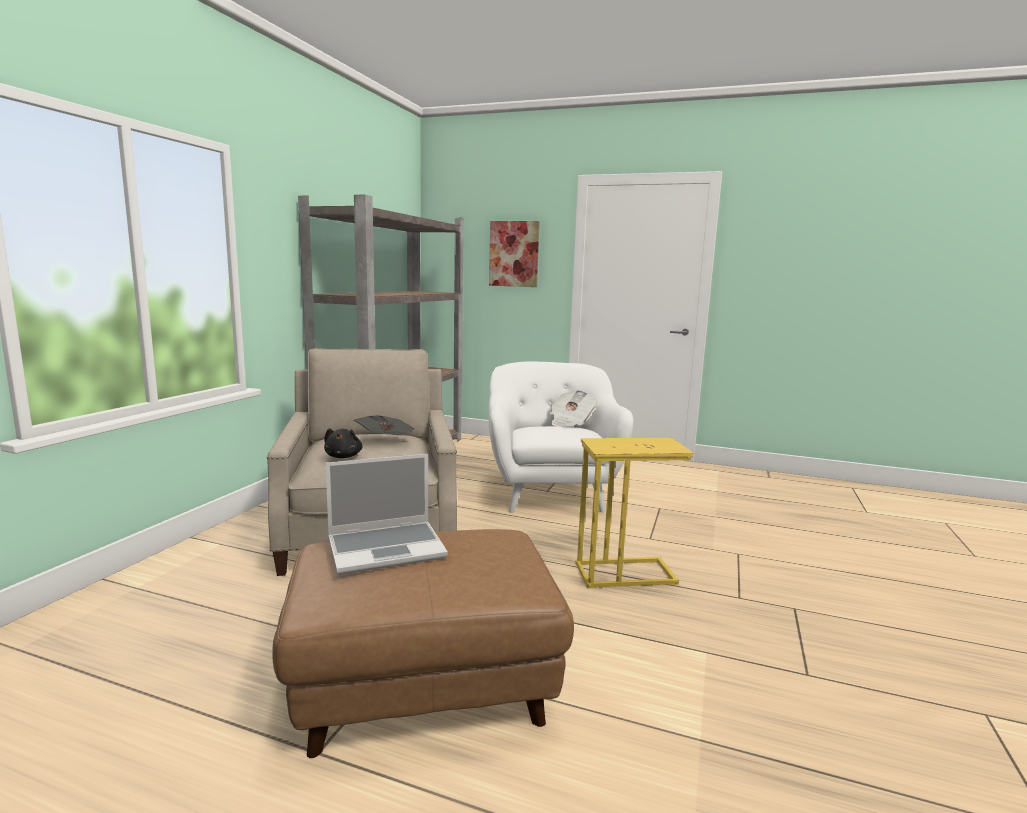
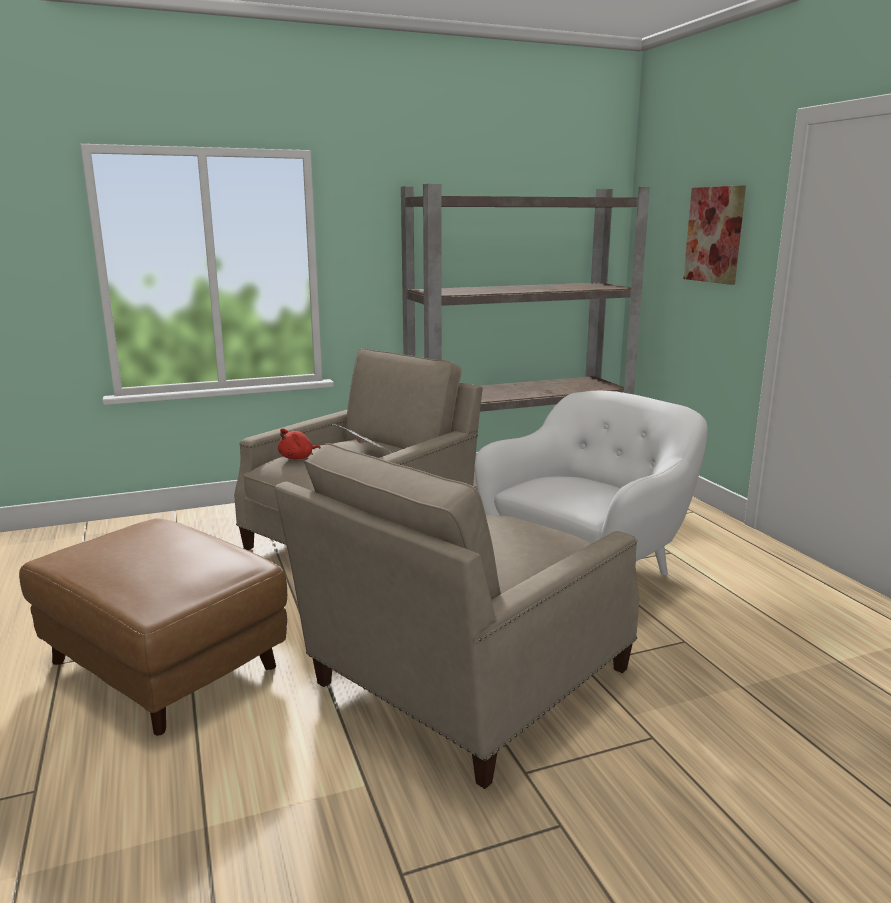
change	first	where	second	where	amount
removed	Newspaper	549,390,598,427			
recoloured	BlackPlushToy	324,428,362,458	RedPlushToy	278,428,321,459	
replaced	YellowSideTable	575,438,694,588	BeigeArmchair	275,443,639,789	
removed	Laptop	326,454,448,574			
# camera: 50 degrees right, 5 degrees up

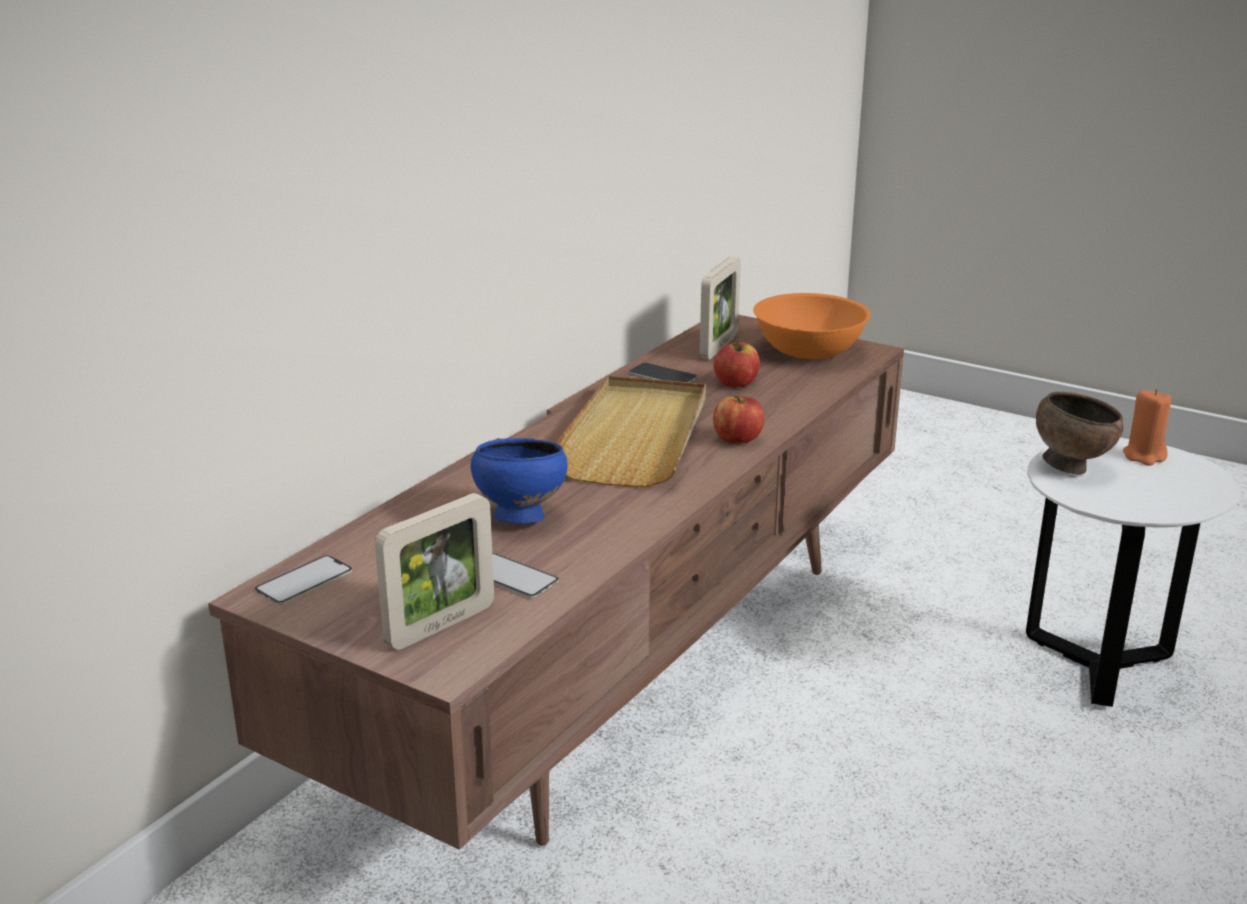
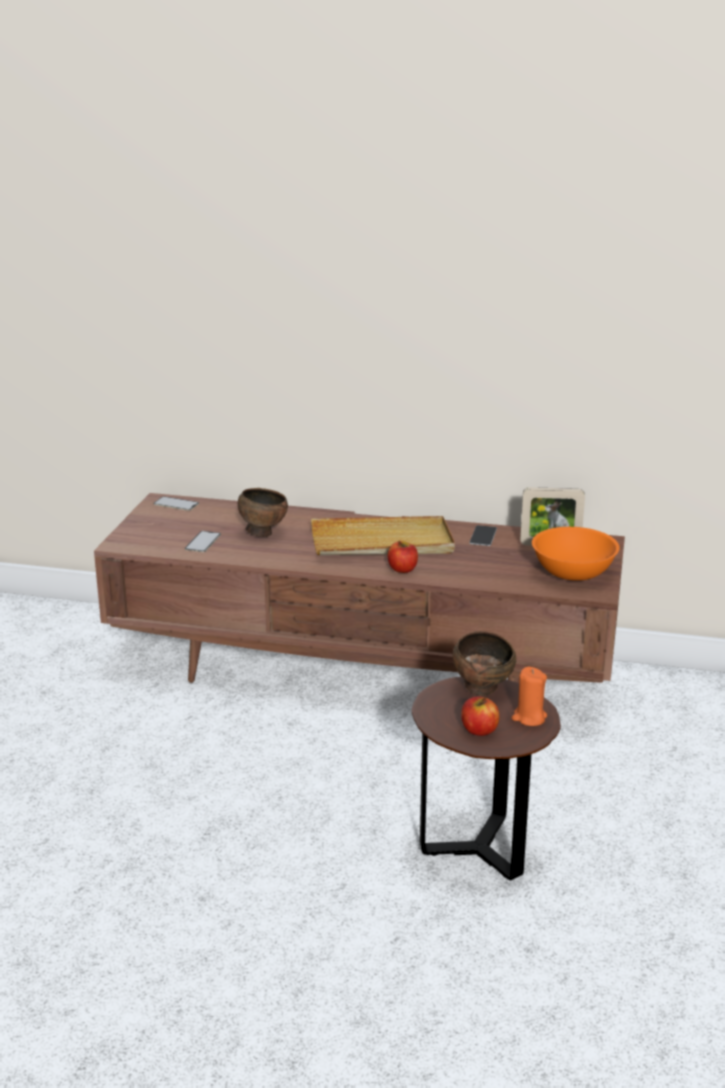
change	first	where	second	where	amount
moved	Apple	714,340,760,387		461,697,499,736	
recoloured	BlueBowl	470,438,568,524	BrownBowl	238,488,288,537	
recoloured	WhiteSideTable	1026,439,1240,707	BrownSideTable	412,676,561,880	
removed	PictureFrame	375,493,494,650			
# camera: 70 degrees right, 0 degrees up

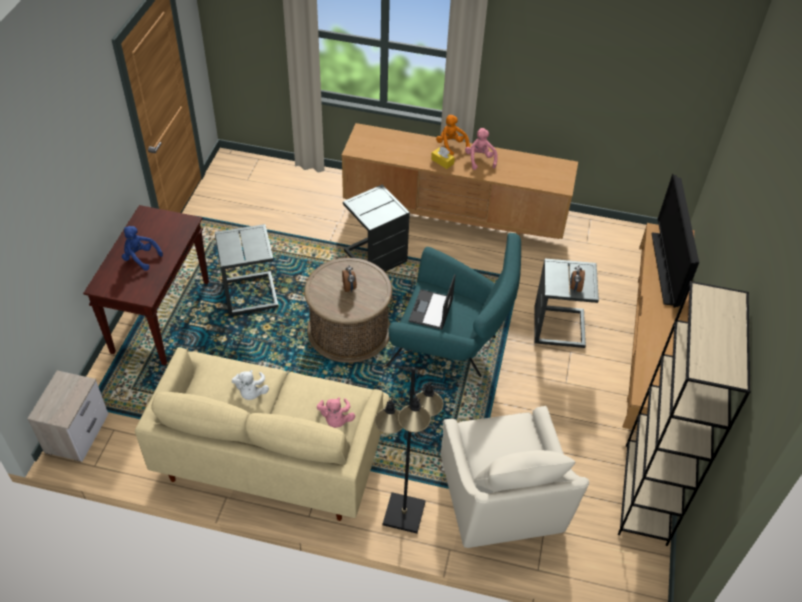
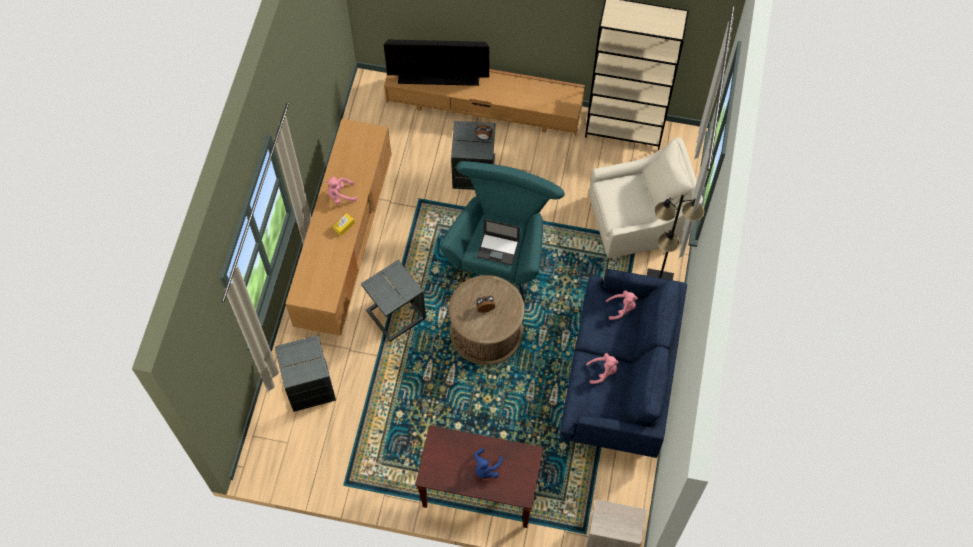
change	first	where	second	where	amount
removed	OrangePlushToy	436,115,470,156			
moved	GreySideTable	215,224,279,316		275,335,336,412	
recoloured	BeigeSofa	135,347,389,521	BlueSofa	560,269,687,458	
recoloured	WhitePlushToy	232,370,269,400	PinkPlushToy	586,353,619,384	
# camera: 90 degrees left, 15 degrees up

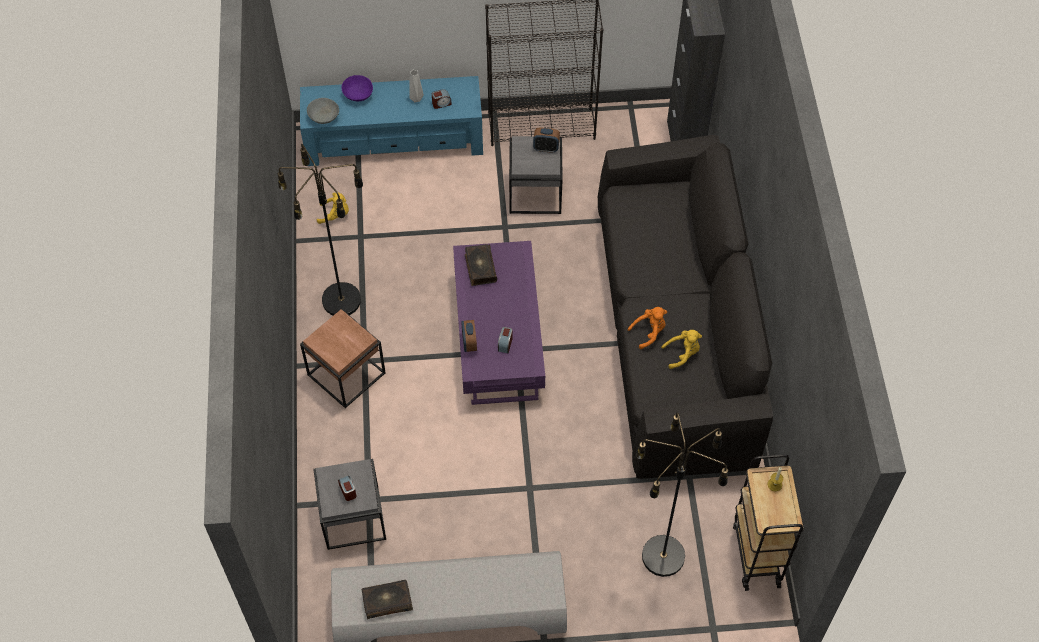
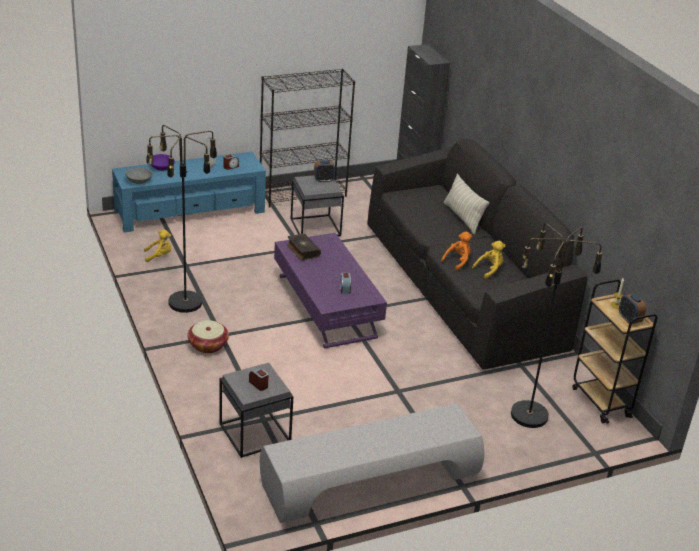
change	first	where	second	where	amount
replaced	BrownSideTable	300,309,386,408	Basket	187,320,229,353	
moved	AlarmClock	461,320,477,352		619,294,646,324	
removed	Book	362,580,413,619			
added			Pillow	444,174,489,234	
# camera: 20 degrees left, 25 degrees down

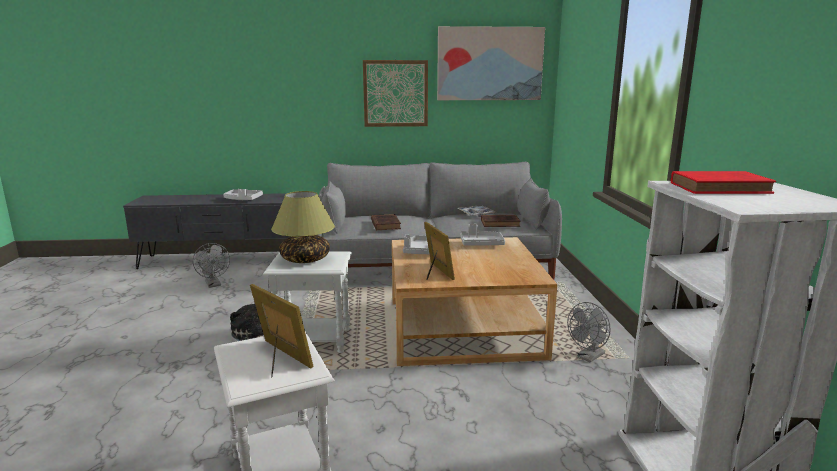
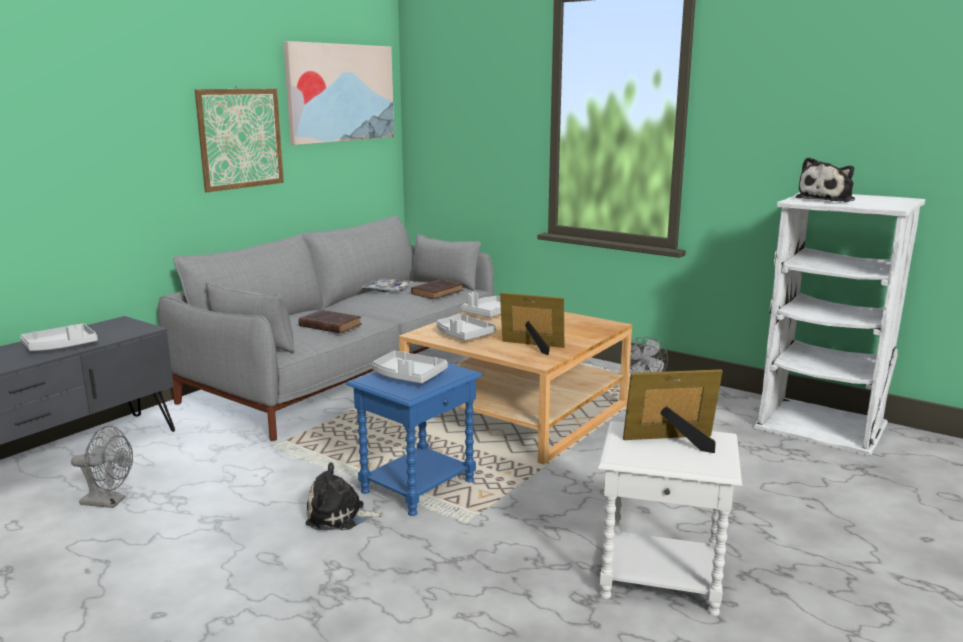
change	first	where	second	where	amount
replaced	RedBook	671,171,776,194	PlushToy	796,157,855,202	
replaced	TableLamp	271,191,335,263	GreyTray	372,351,448,383	
recoloured	WhiteSideTable	263,251,352,353	BlueSideTable	346,363,483,516	
# camera: 50 degrees left, 0 degrees up

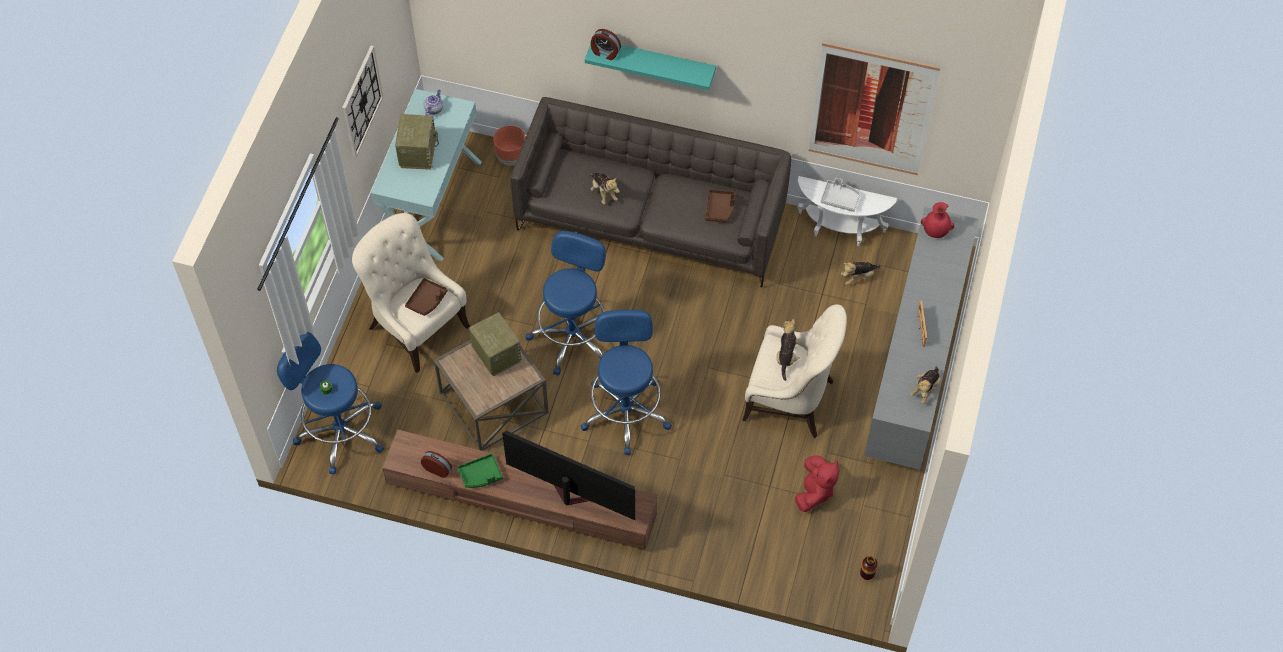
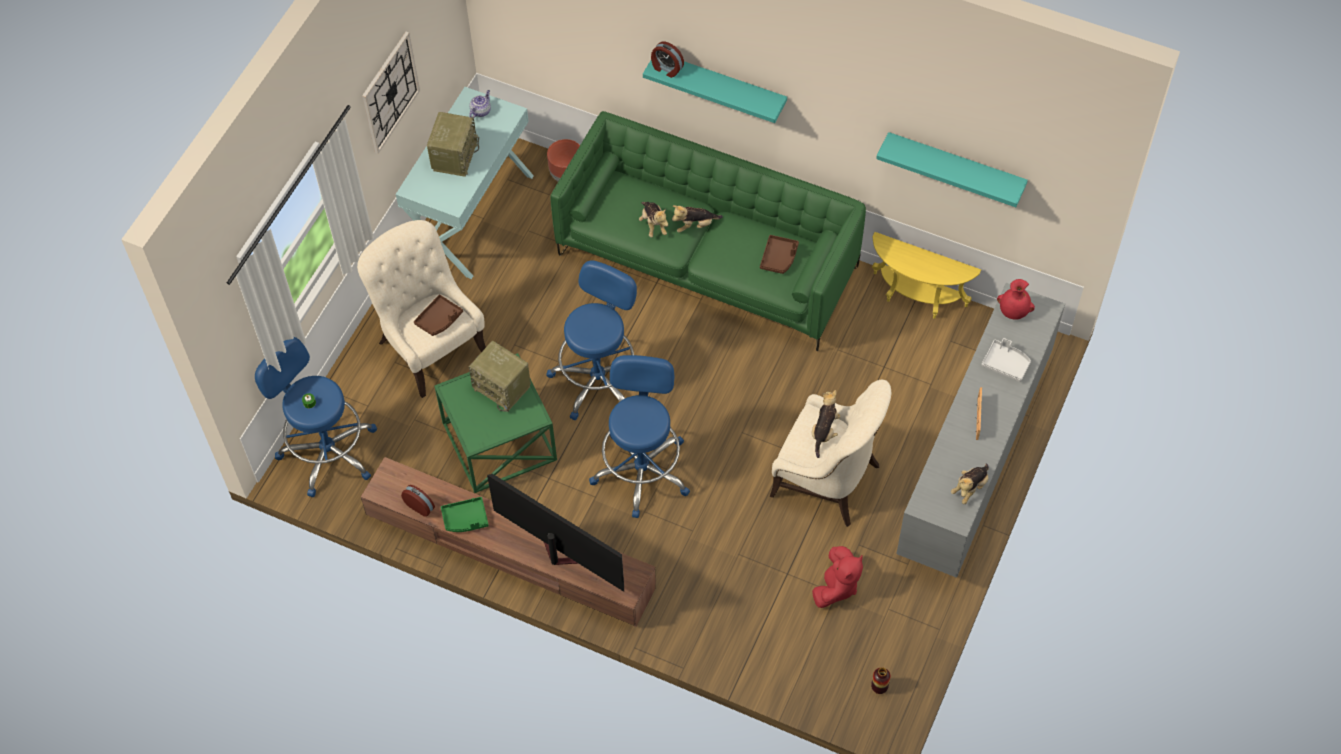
change	first	where	second	where	amount
replaced	Picture	809,42,941,175	TurquoiseShelf	876,132,1028,207	
recoloured	GreySofa	510,97,791,288	GreenSofa	550,111,866,351	
recoloured	WhiteSideTable	797,176,897,246	YellowSideTable	872,232,981,319	
moved	GreyTray	820,178,860,212		982,338,1031,382	
moved	PlushToy	841,262,880,285		672,205,723,233	
turned	Radio	469,312,521,377		469,341,531,412	150 degrees clockwise
recoloured	BrownSideTable	434,340,549,451	GreenSideTable	434,353,557,493	
# camera: 10 degrees right, 0 degrees up

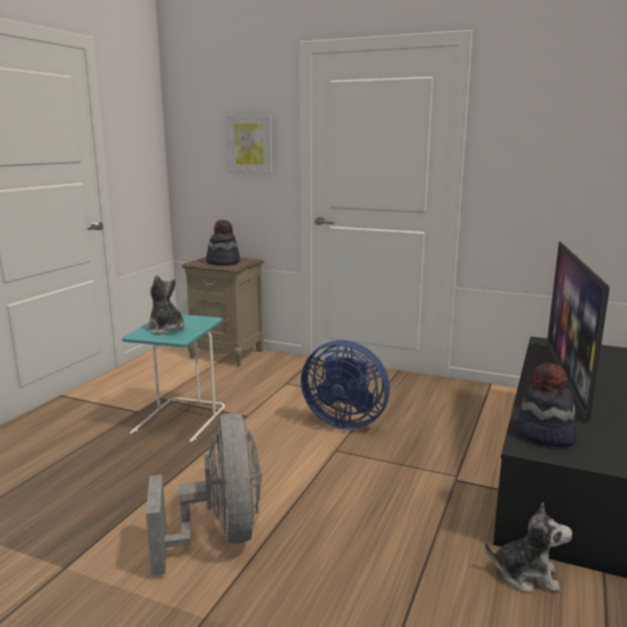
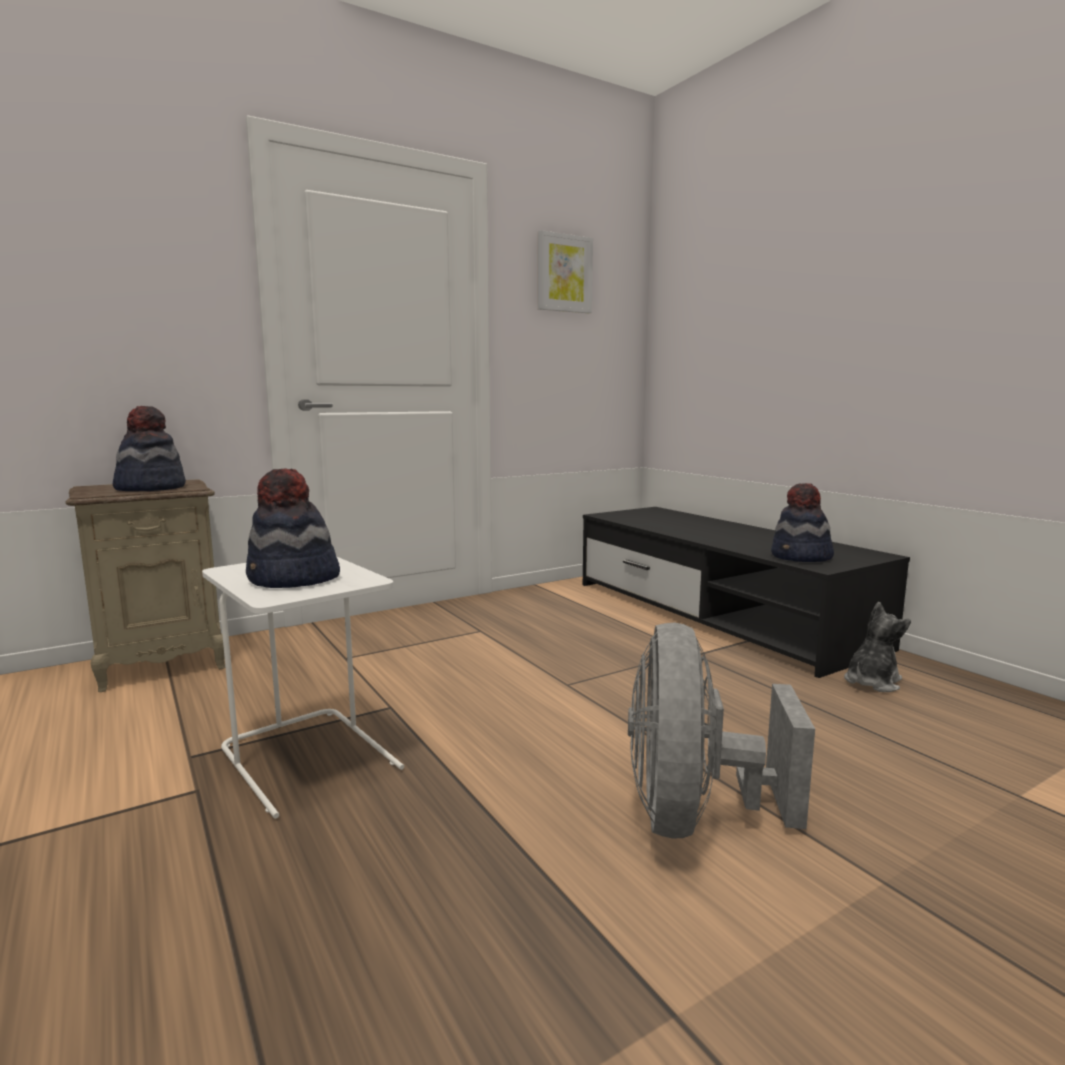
change	first	where	second	where	amount
moved	Picture	227,115,273,173		538,230,593,313	
removed	Television	547,241,610,423			
replaced	PlushToy	145,275,185,335	Hat	246,468,340,588	
recoloured	TurquoiseSideTable	122,315,225,443	WhiteSideTable	202,556,404,819	
removed	BlueFan	301,340,390,429			
turned	GreyFan	146,413,262,576		628,623,815,839	105 degrees counterclockwise
# camera: 55 degrees left, 5 degrees down

